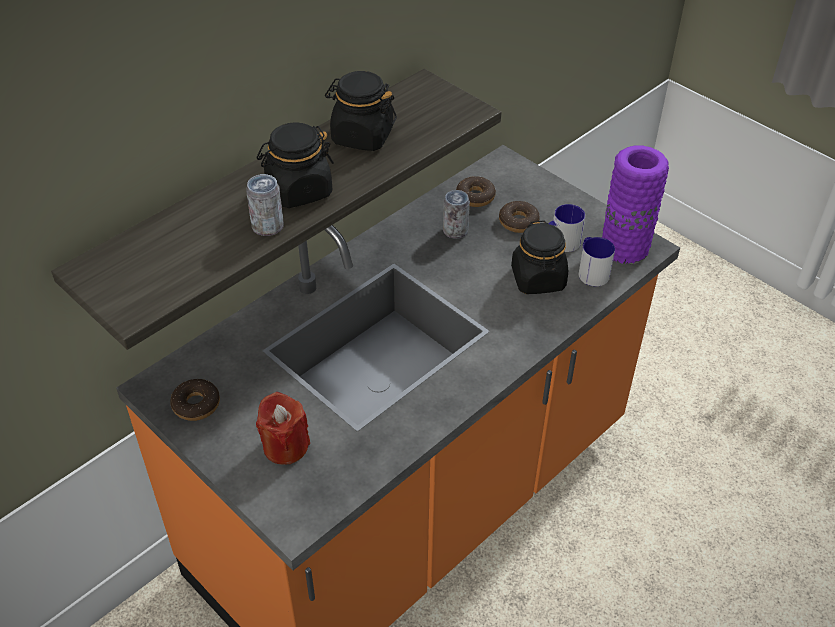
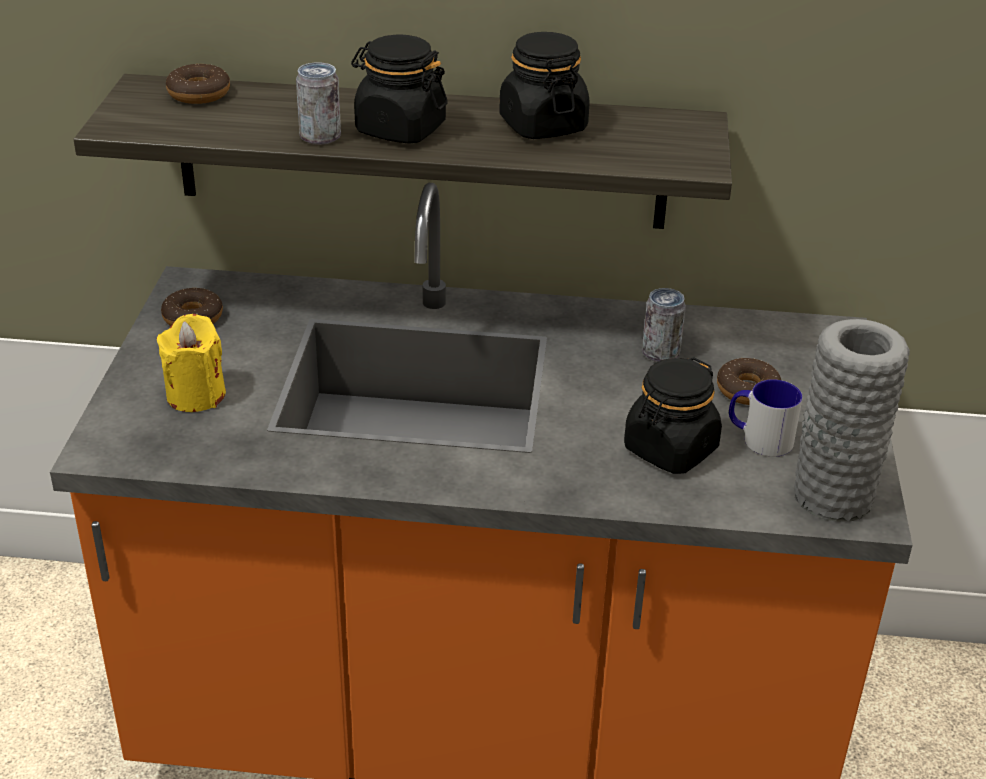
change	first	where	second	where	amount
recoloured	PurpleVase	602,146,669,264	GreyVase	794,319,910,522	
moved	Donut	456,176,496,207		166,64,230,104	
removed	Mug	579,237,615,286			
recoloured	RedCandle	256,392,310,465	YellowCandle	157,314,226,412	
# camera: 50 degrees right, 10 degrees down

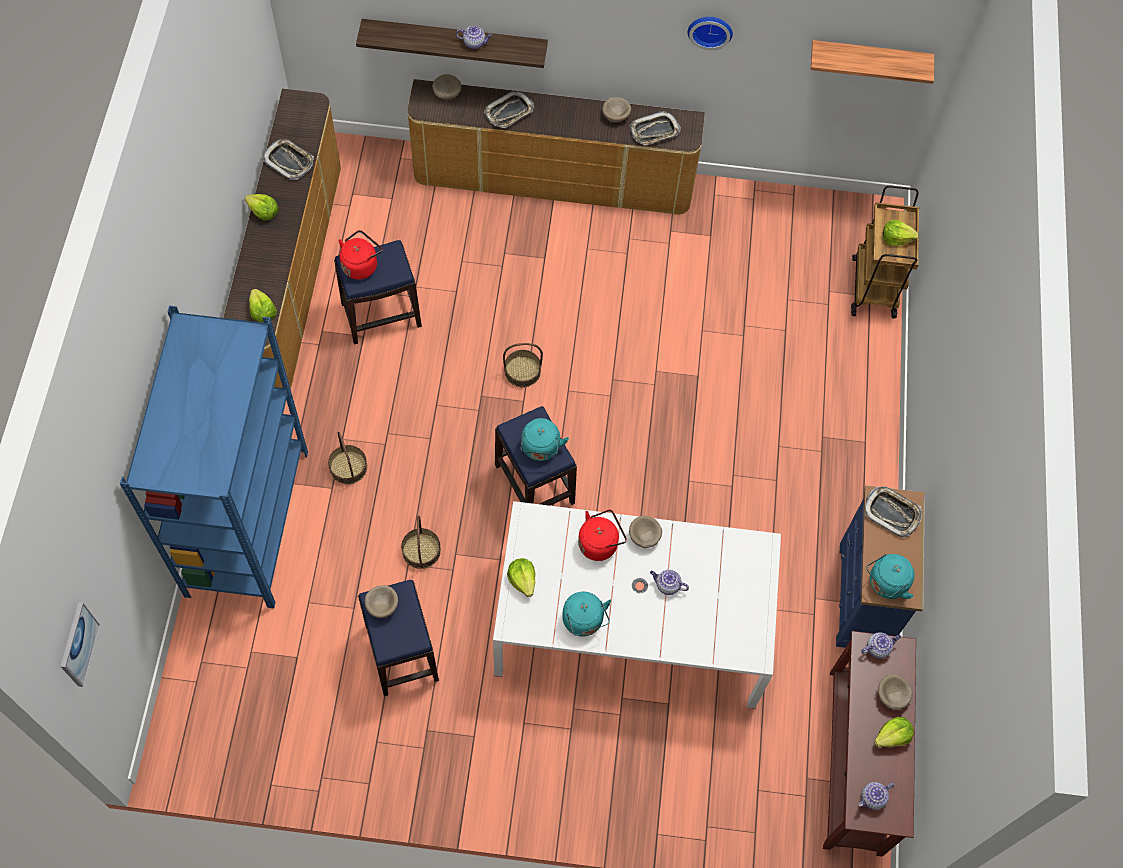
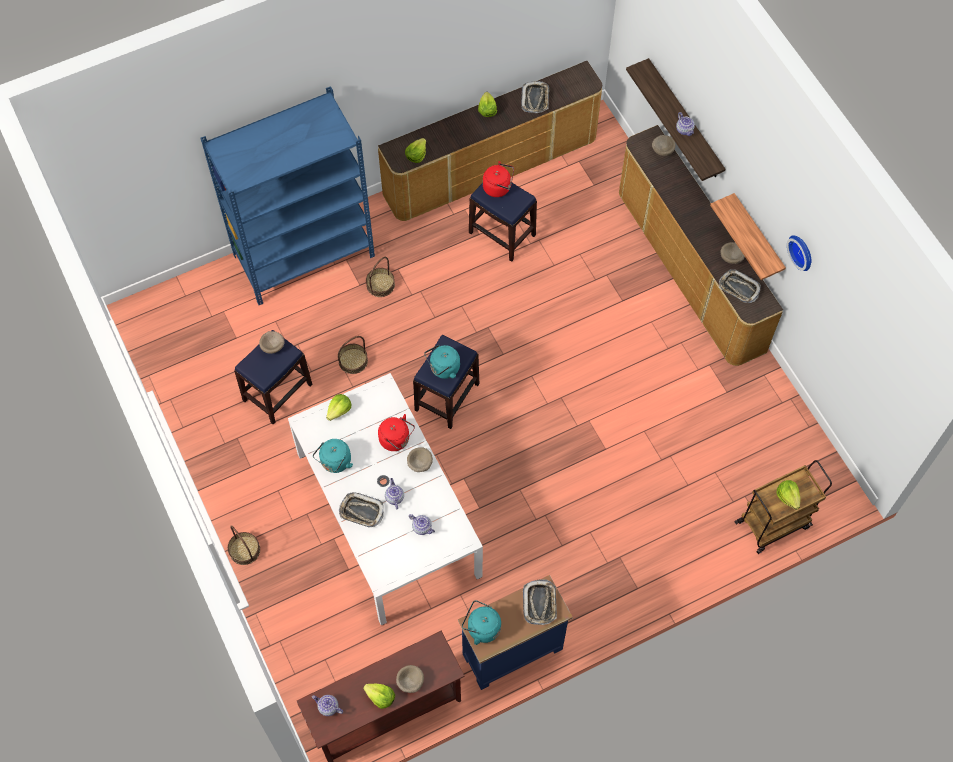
change	first	where	second	where	amount
moved	Shelf	811,40,934,84		710,193,786,280	
moved	Tray	484,91,534,128		339,492,384,527	
moved	Basket	503,343,543,387		228,525,260,565	
removed	Picture	60,602,100,687			
moved	Teapot	861,632,901,658		409,514,435,535	
# camera: 60 degrees right, 0 degrees up

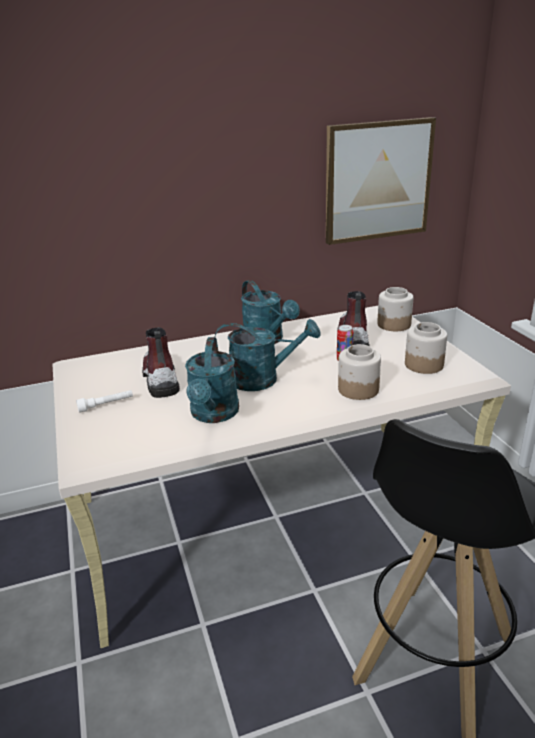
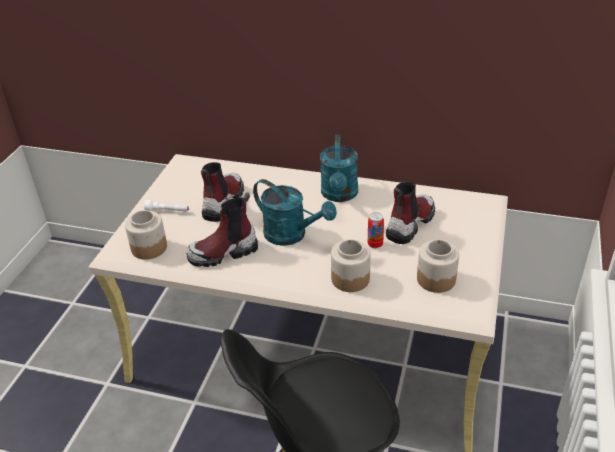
change	first	where	second	where	amount
removed	Picture	326,117,436,245			
moved	Jar	377,287,413,331		125,210,167,260	
replaced	TurquoiseWateringCan	185,337,239,423	Boot	186,192,258,267	
# camera: 35 degrees right, 10 degrees up

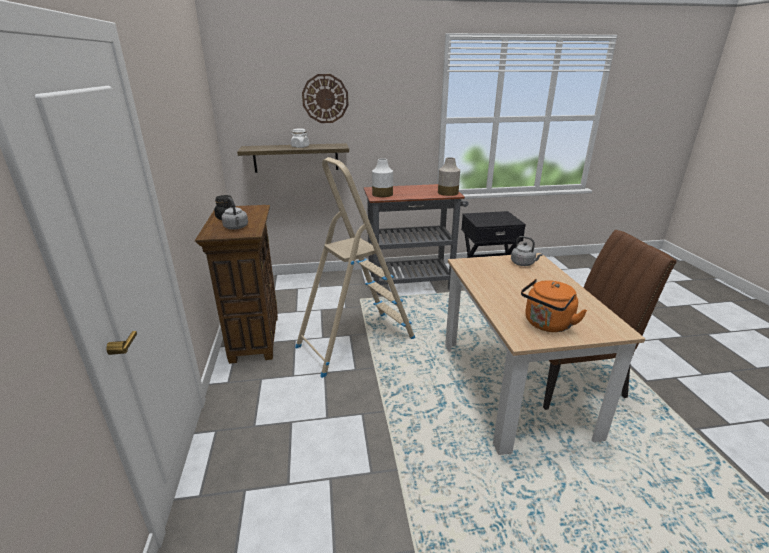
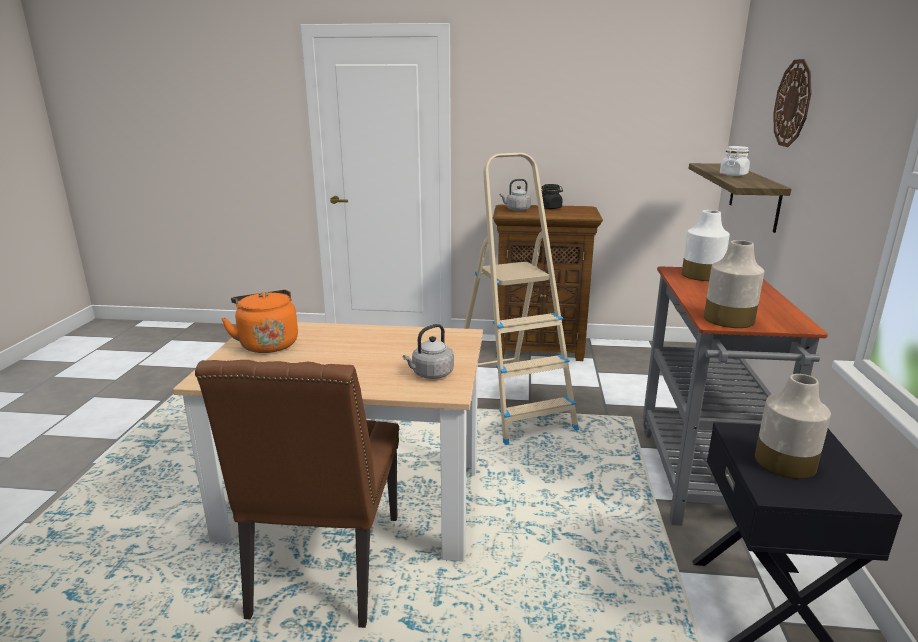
change	first	where	second	where	amount
added			BeigeVase	755,374,831,479	
# camera: 105 degrees right, 5 degrees down

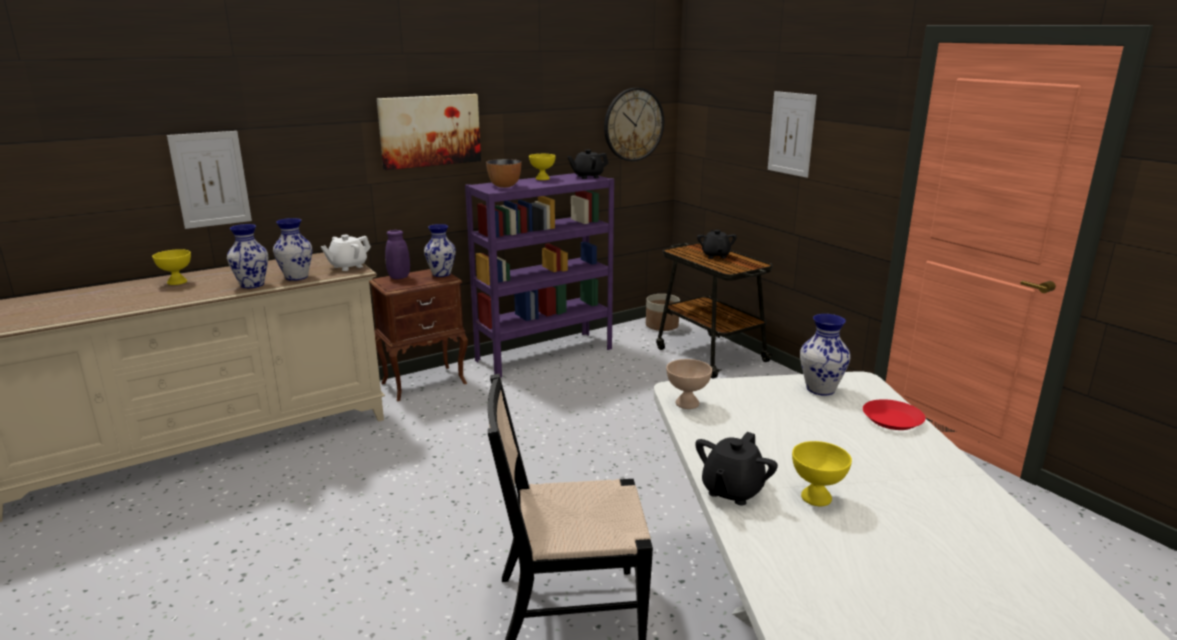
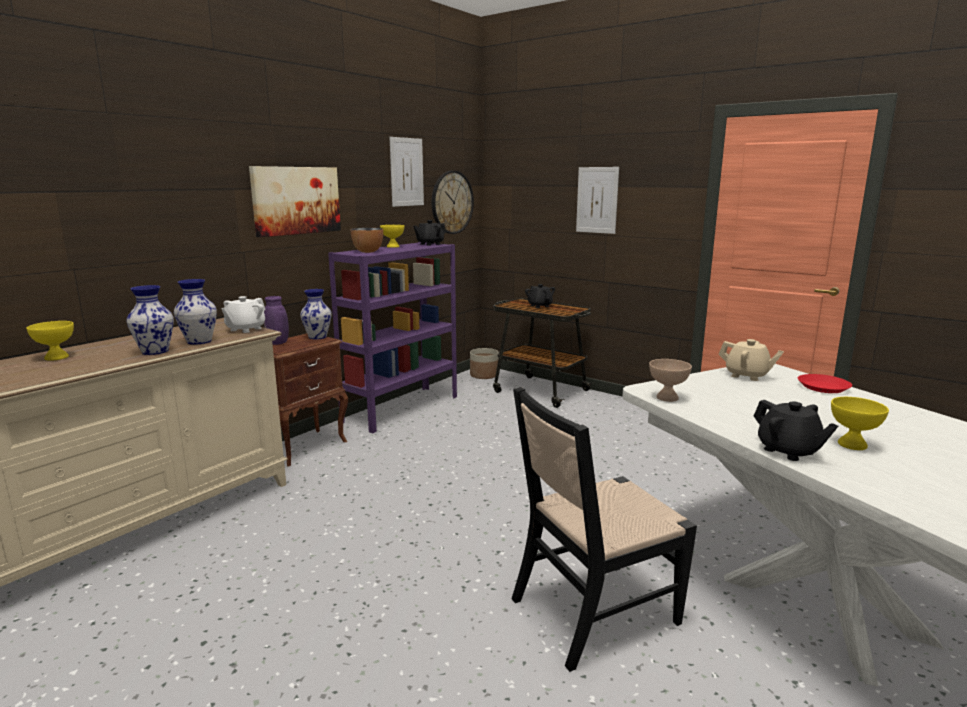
change	first	where	second	where	amount
moved	Picture	167,131,252,229		390,137,424,207	
replaced	Vase	800,314,851,396	BeigeTeapot	719,339,784,381	
turned	BlackTeapot	695,432,778,505		754,400,838,461	45 degrees counterclockwise
# camera: 20 degrees left, 5 degrees down

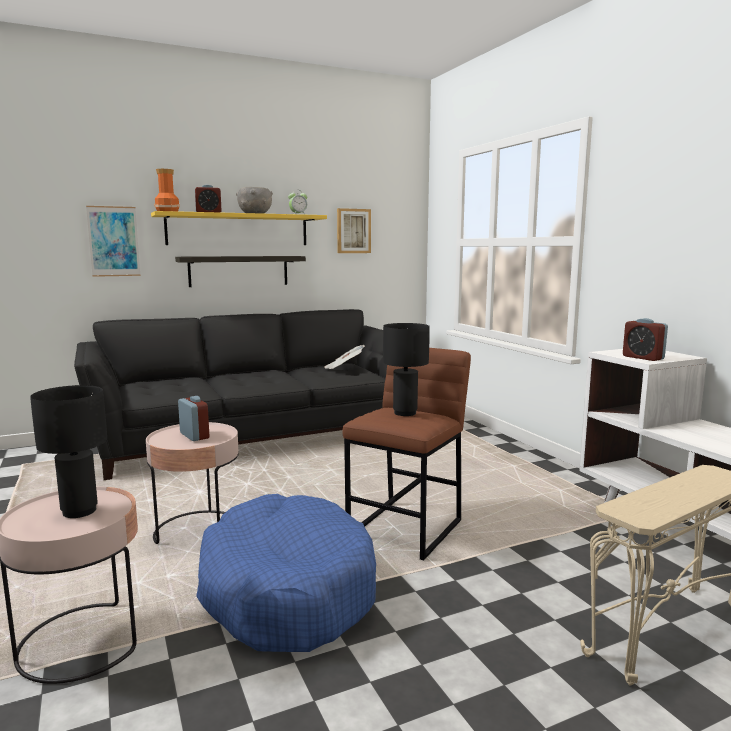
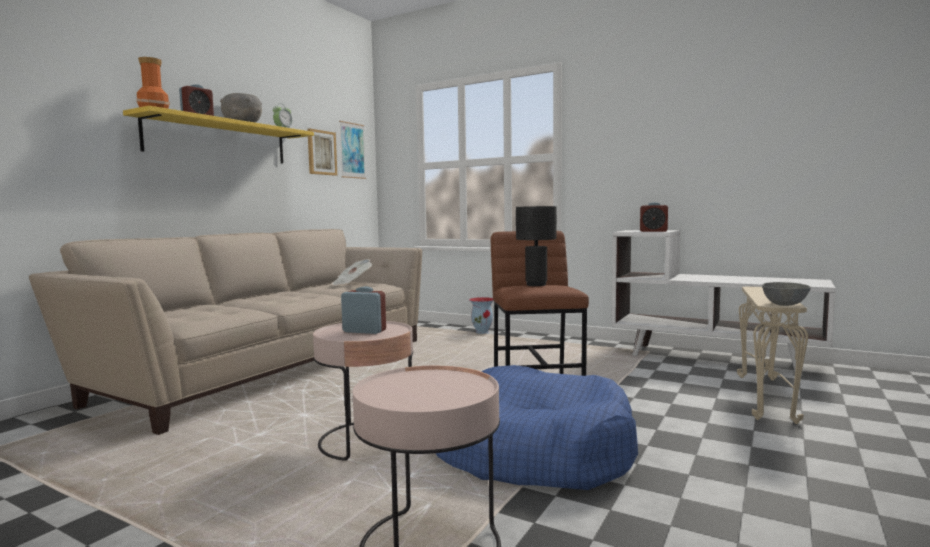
change	first	where	second	where	amount
moved	Picture	86,206,141,277		339,121,366,179	
removed	Shelf	175,256,306,287			
recoloured	BlackSofa	74,309,387,480	BeigeSofa	29,229,422,435	
removed	BlackTableLamp	30,385,107,518			
added			GreyBowl	762,282,811,306	
added			Vase	469,297,494,334	
# camera: 35 degrees left, 5 degrees down

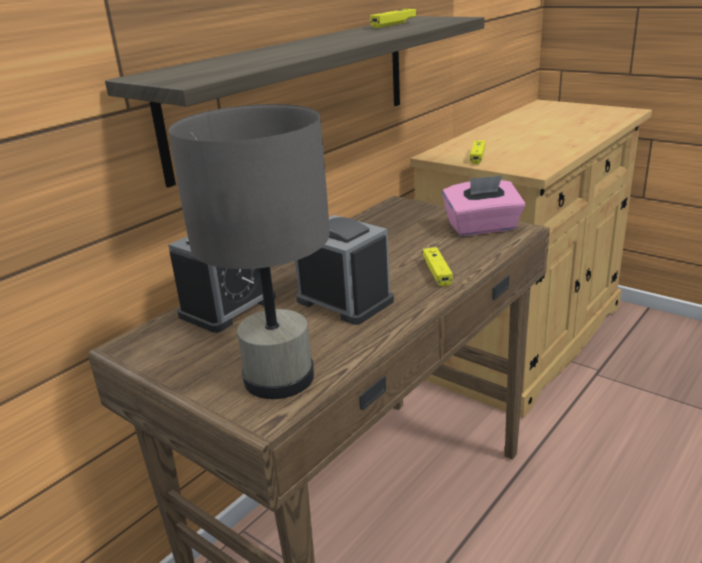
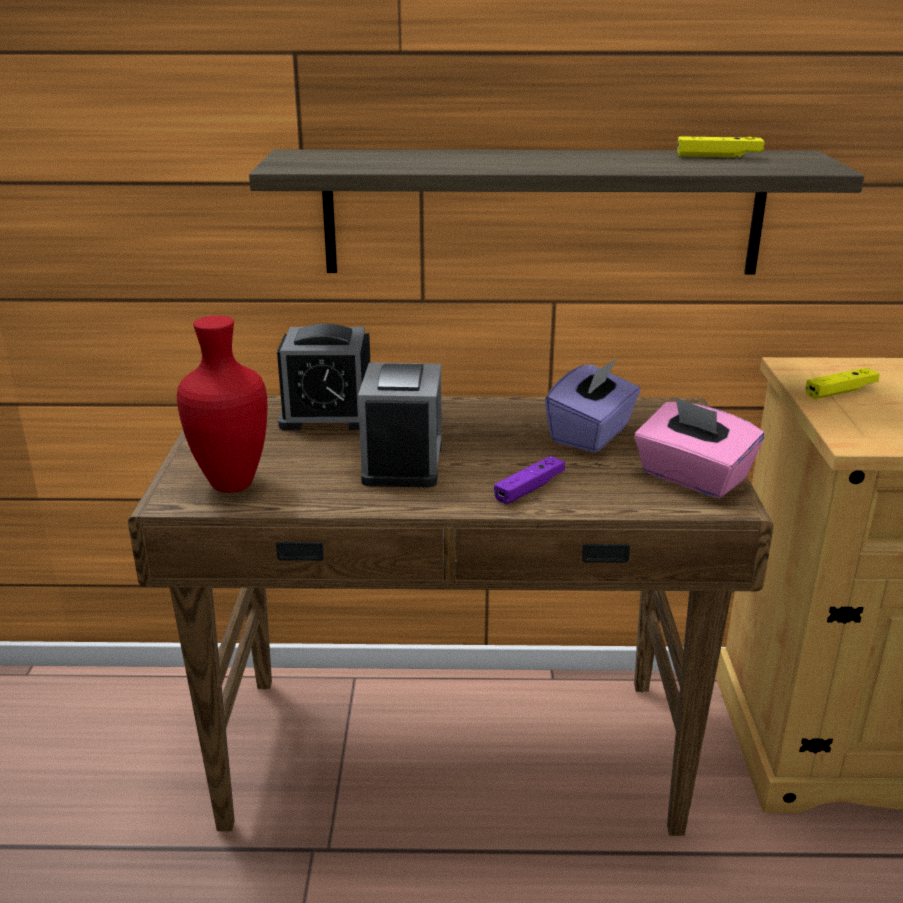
change	first	where	second	where	amount
replaced	GreyTableLamp	169,104,330,399	RedVase	177,315,267,493	
recoloured	YellowGameController	423,247,453,286	PurpleGameController	494,456,565,504	
added			PurpleTissueBox	545,358,641,453	
# camera: 50 degrees right, 0 degrees up

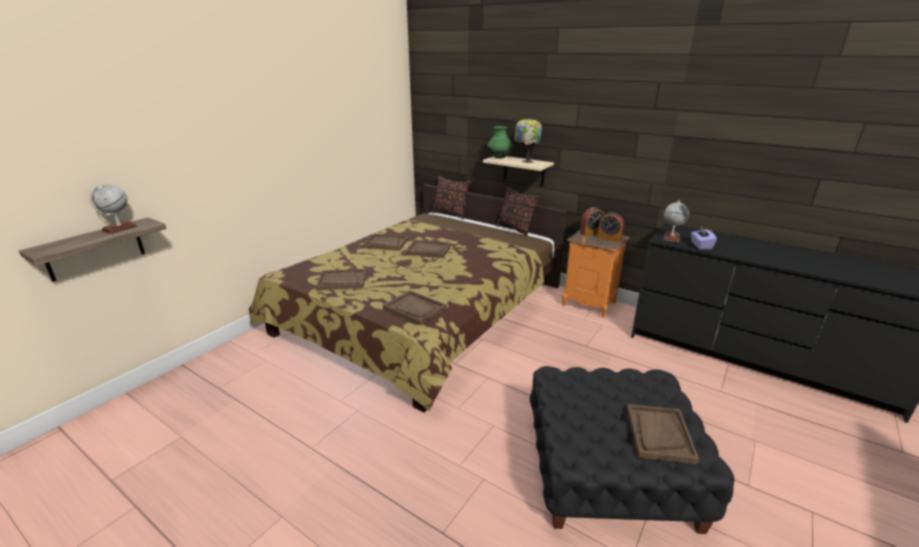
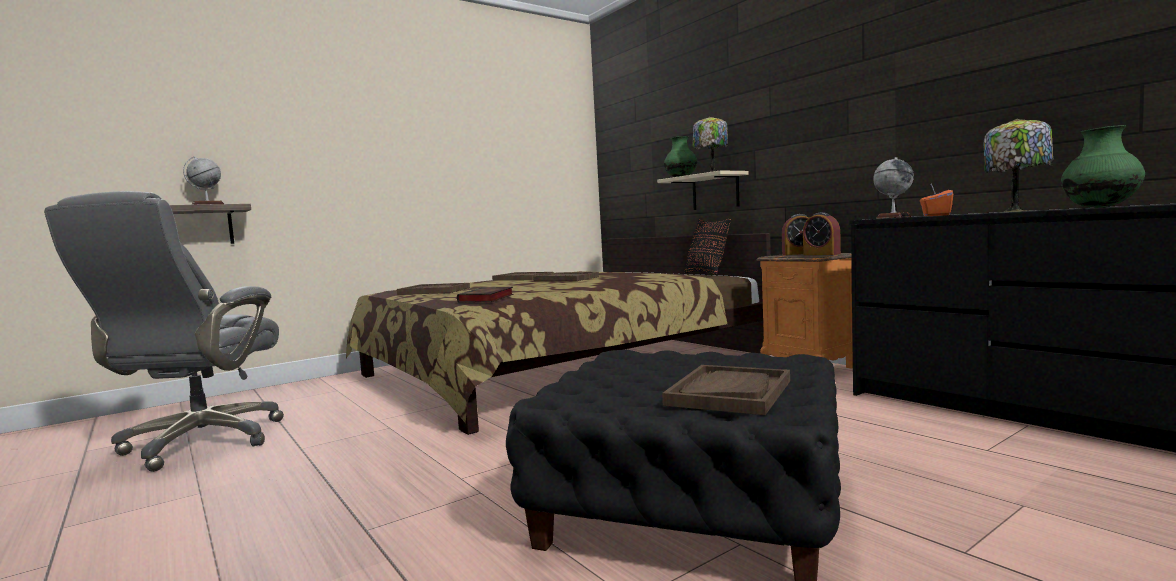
change	first	where	second	where	amount
removed	BlackPillow	432,176,470,220			
recoloured	PurpleTissueBox	691,226,717,250	OrangeTissueBox	920,184,953,216	
replaced	BrownTray	383,290,447,325	Book	457,287,514,303	
added			TableLamp	983,119,1053,213	
added			GreenVase	1061,125,1145,208	
added			GreyOfficeChair	44,191,284,472	
# camera: 20 degrees right, 20 degrees down

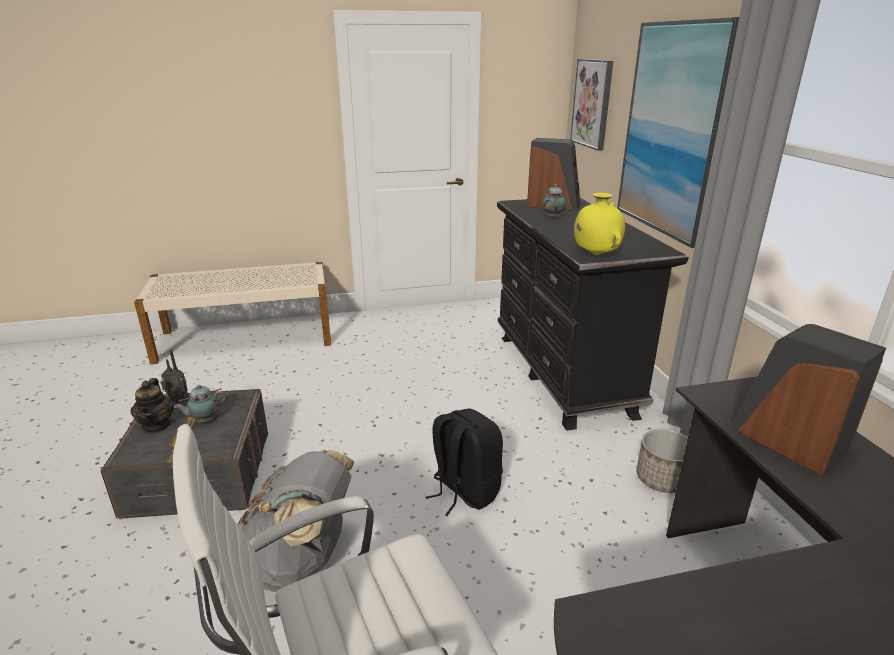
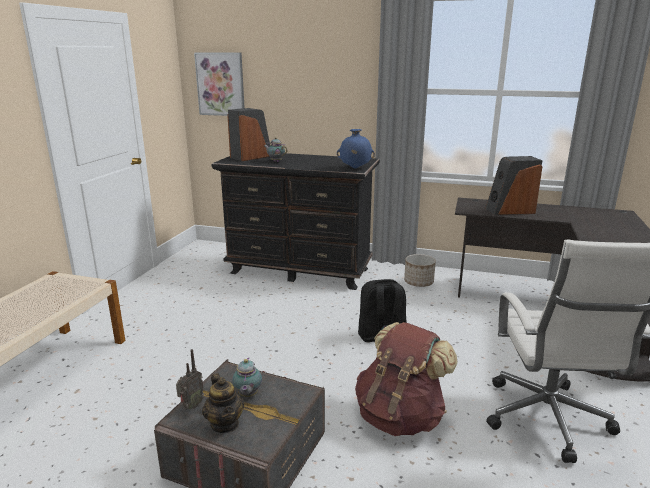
change	first	where	second	where	amount
removed	Picture	617,17,739,248			
recoloured	YellowVase	574,193,625,255	BlueVase	337,129,375,169	
turned	Teapot	131,378,174,433		202,373,244,433	45 degrees clockwise
recoloured	GreyBackpack	237,449,354,592	BrownBackpack	355,322,458,436	
# camera: 60 degrees left, 5 degrees down

